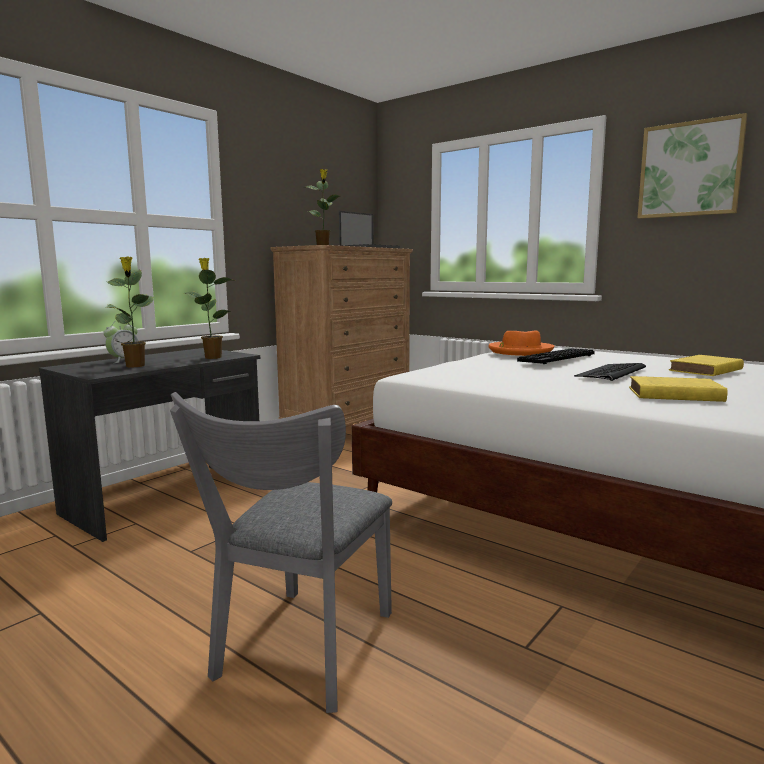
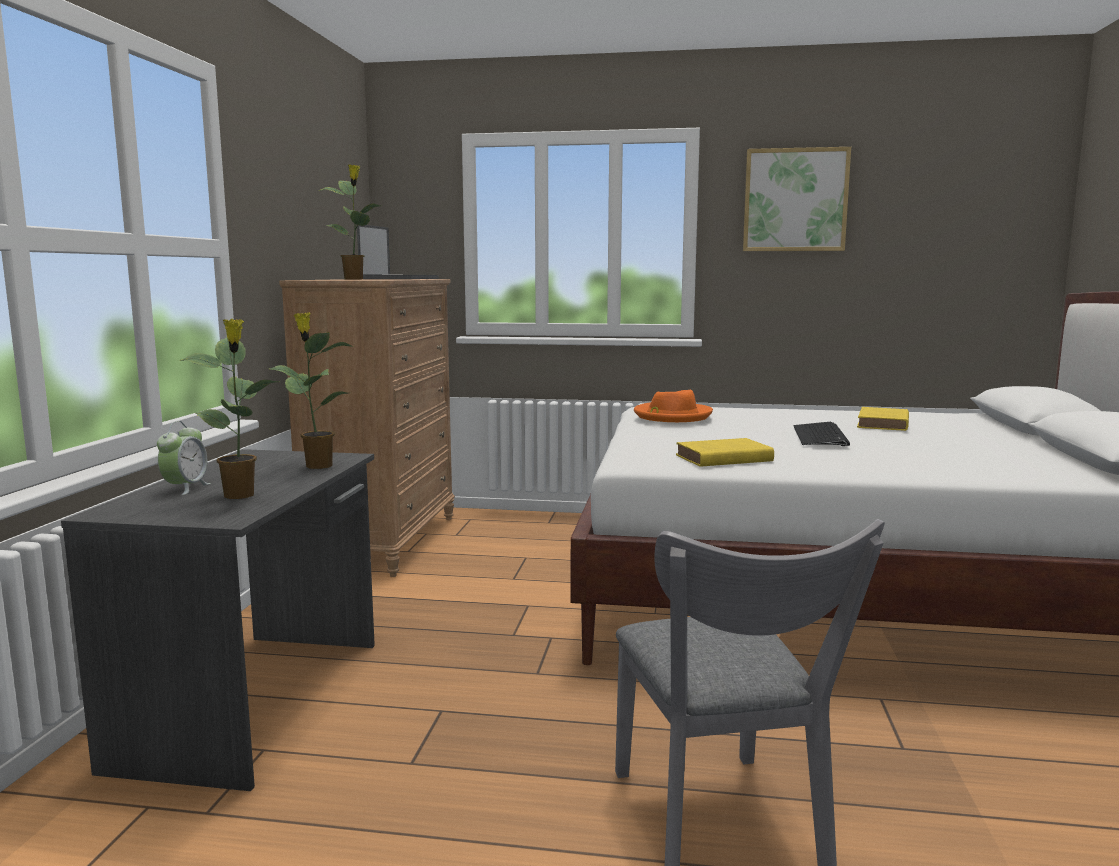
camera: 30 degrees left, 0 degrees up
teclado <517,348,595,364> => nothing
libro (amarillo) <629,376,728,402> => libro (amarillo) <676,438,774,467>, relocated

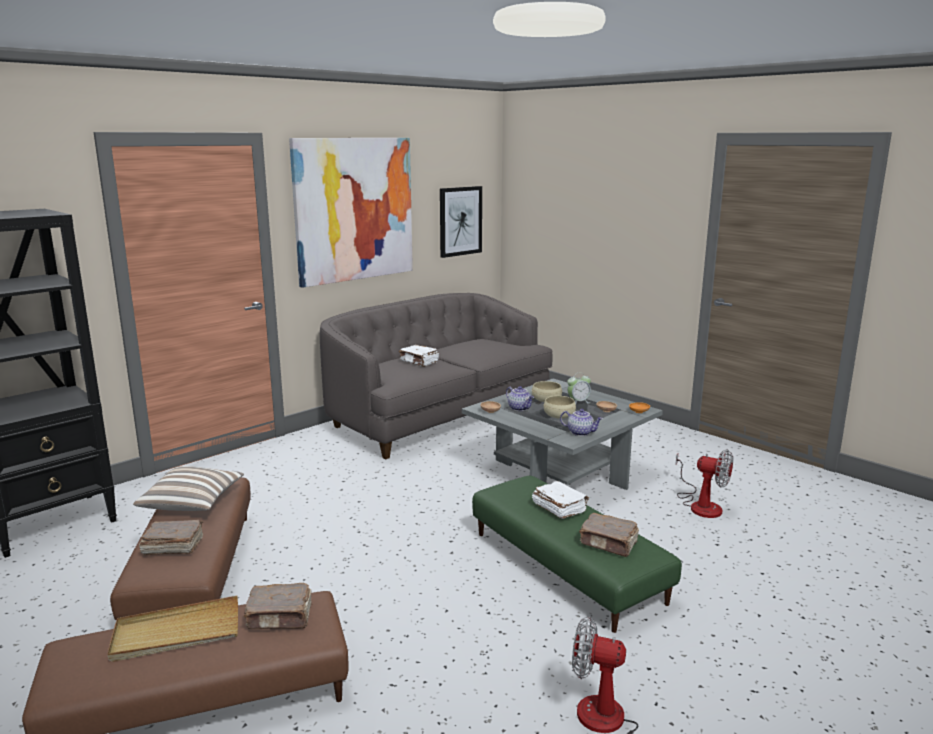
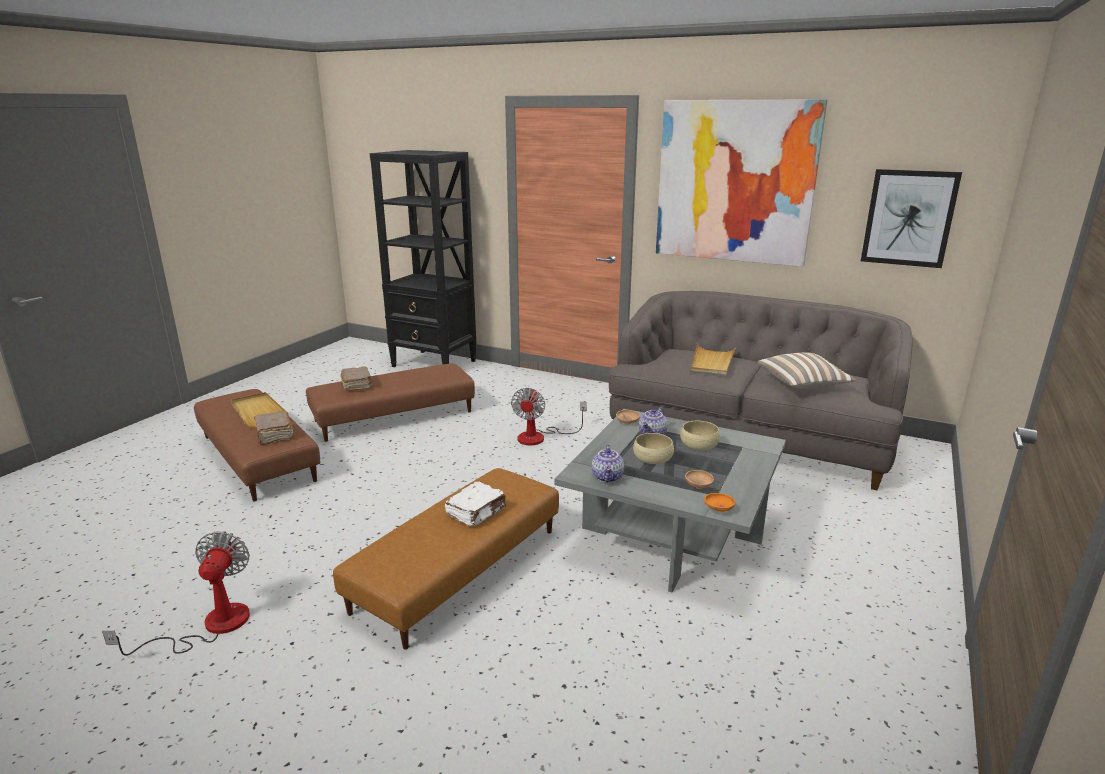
camera: 70 degrees right, 5 degrees up
cojín <133,466,244,511> => cojín <757,352,856,389>, relocated
libro (blanco) <399,345,439,367> => bandeja (beis) <691,344,736,376>
puf (verde) <472,476,682,633> => puf (marrón) <333,468,559,649>
despertador <567,372,591,404> => nothing
libro (marrón) <579,513,639,557> => nothing
ventilador <675,449,733,518> => ventilador <511,388,587,445>, relocated

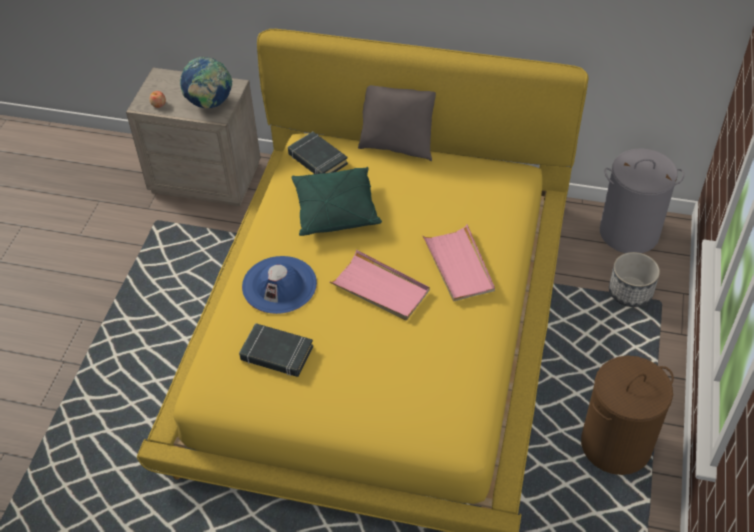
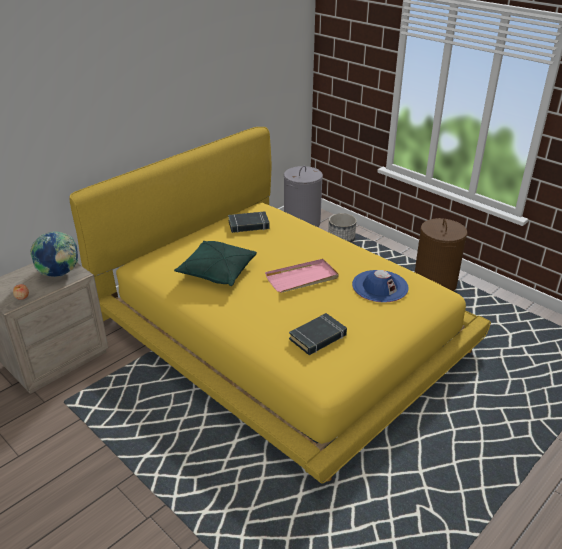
camera: 60 degrees left, 15 degrees down
sombrero (azul) <242,256,317,314> => sombrero (azul) <352,270,409,302>, relocated
libro (negro) <288,132,348,174> => libro (negro) <228,211,270,233>, relocated
cojín (gris) <358,85,436,161> => nothing
bandeja (rosa) <422,224,495,302> => nothing

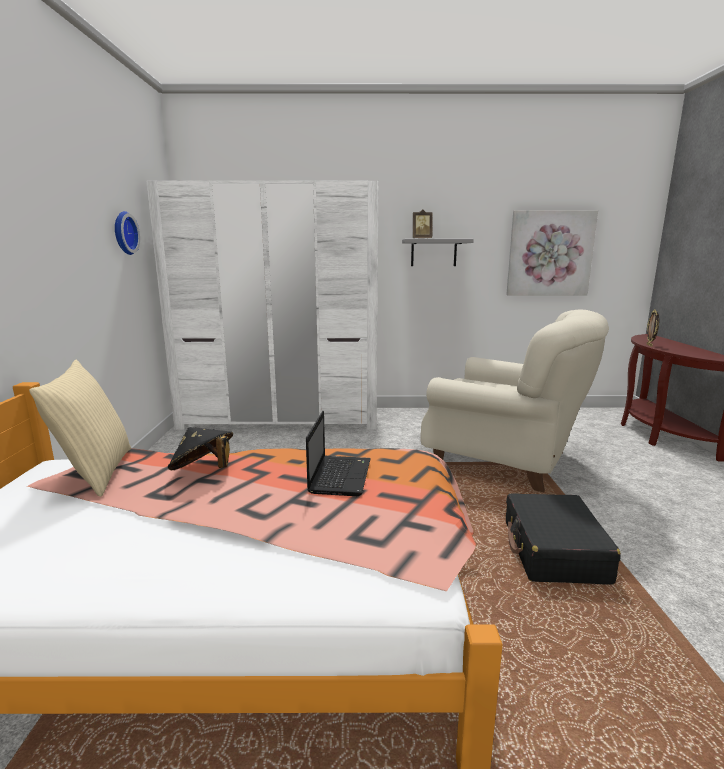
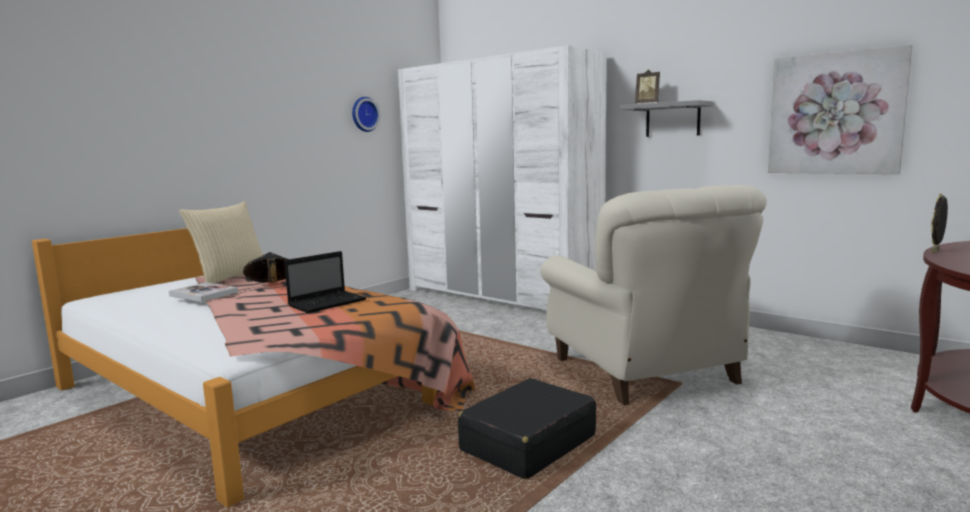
camera: 40 degrees right, 5 degrees down
nothing => libro <169,282,238,302>

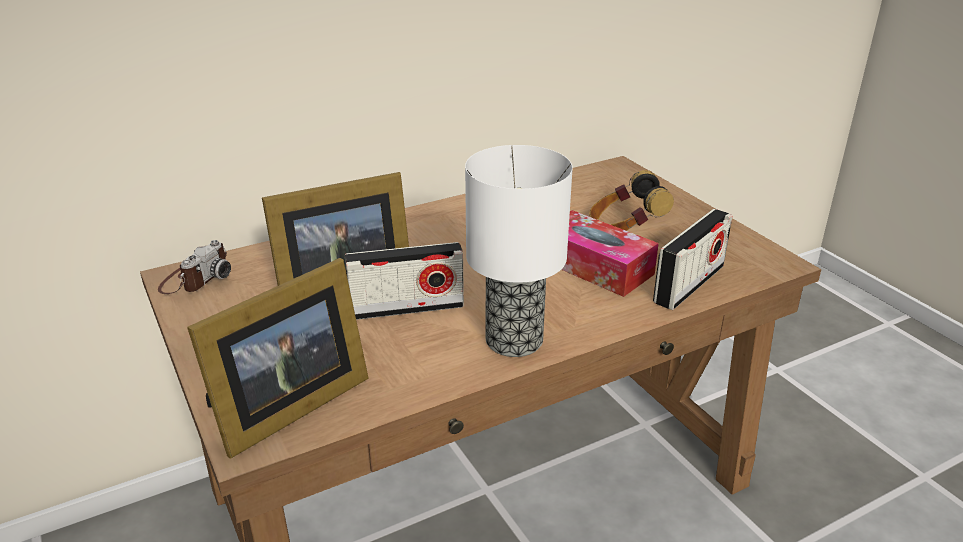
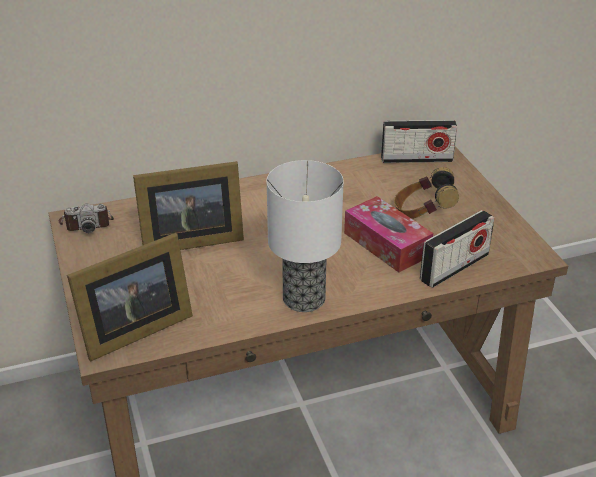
camera: 10 degrees right, 5 degrees up
cámara <158,240,231,294> => cámara <59,203,114,233>, 45 degrees clockwise
radio <345,242,464,320> => radio <381,120,457,163>, relocated

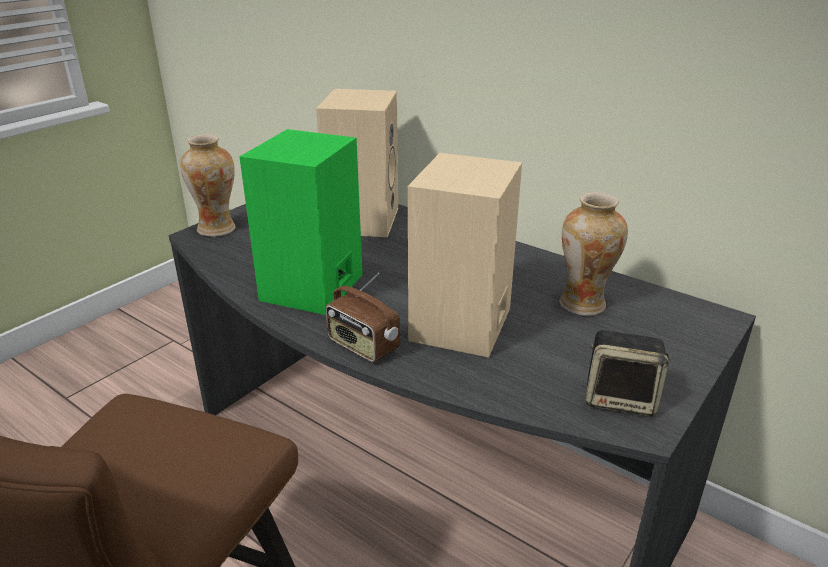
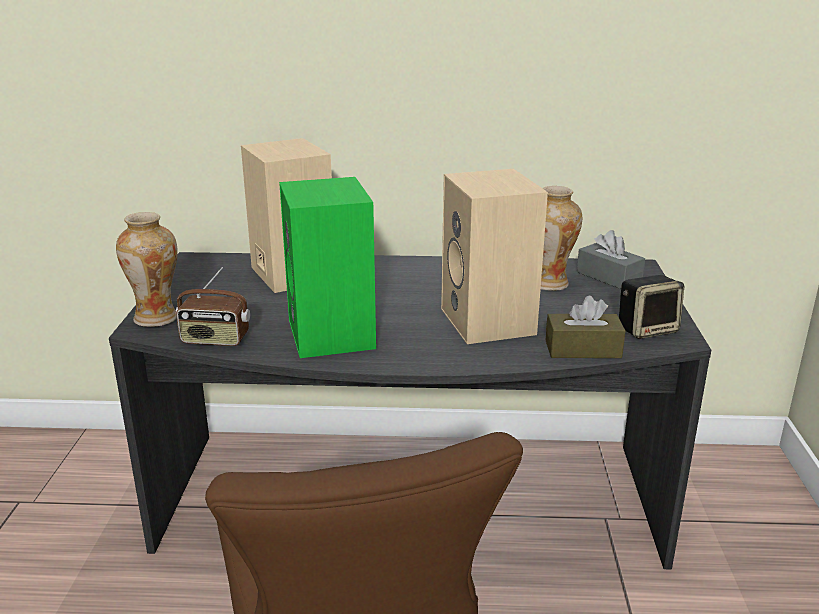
camera: 35 degrees left, 5 degrees down
radio <326,273,400,363> => radio <176,267,250,346>, relocated
nothing => caja de pañuelos (marrón) <546,295,626,358>
nothing => caja de pañuelos (gris) <577,230,645,289>

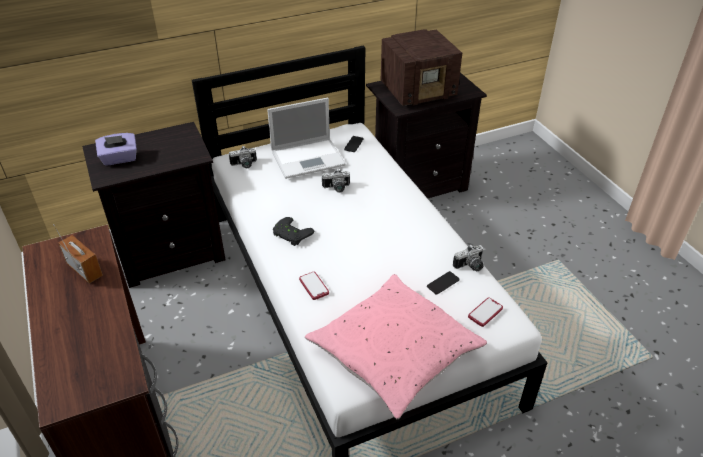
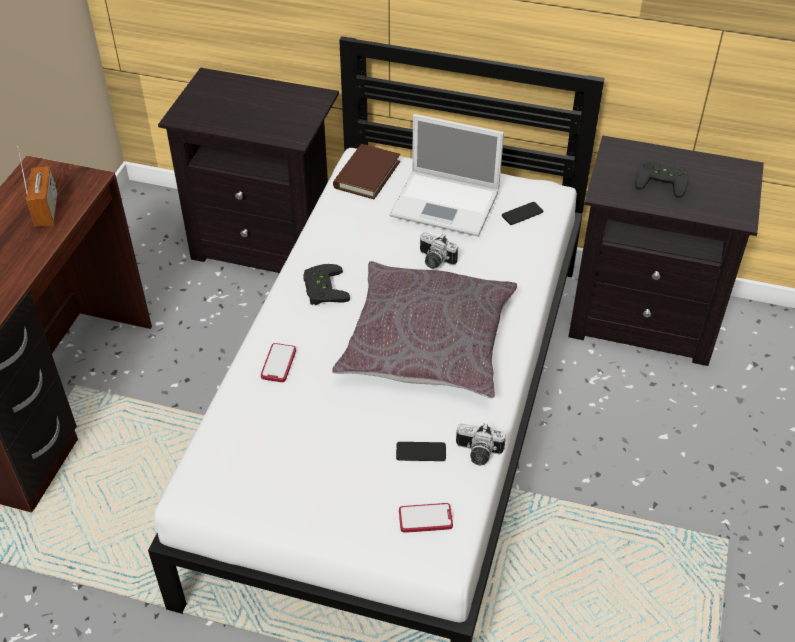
camera: 40 degrees right, 5 degrees up
caja de pañuelos (morado) <95,133,137,166> => nothing
cámara <229,146,257,168> => libro (marrón) <333,144,400,199>
cojín (rosa) <305,274,487,419> => nothing
radio <381,29,462,106> => mando de consola (negro) <635,161,688,198>
nothing => cojín (gris) <332,261,517,399>

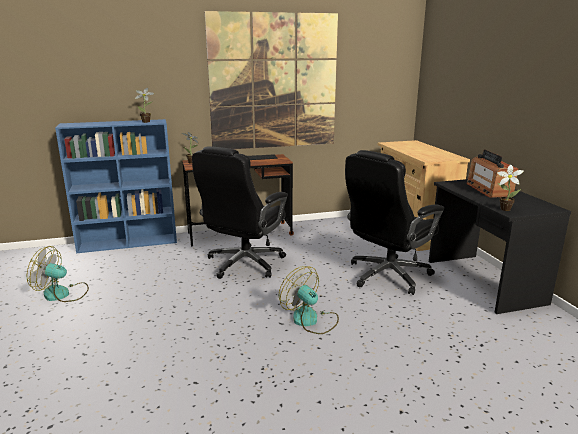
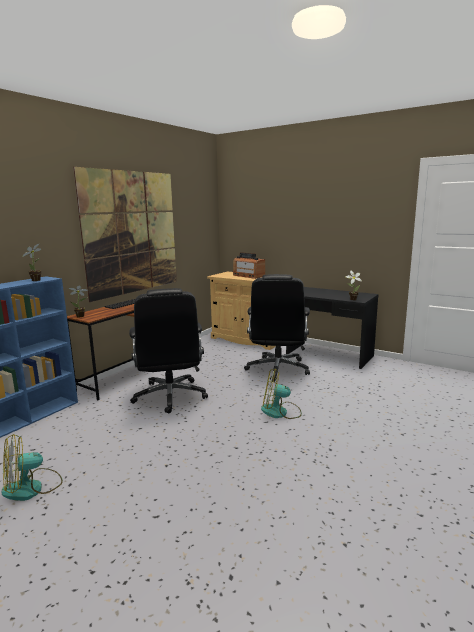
camera: 40 degrees left, 5 degrees down
radio <466,149,518,198> => radio <233,252,265,279>, relocated

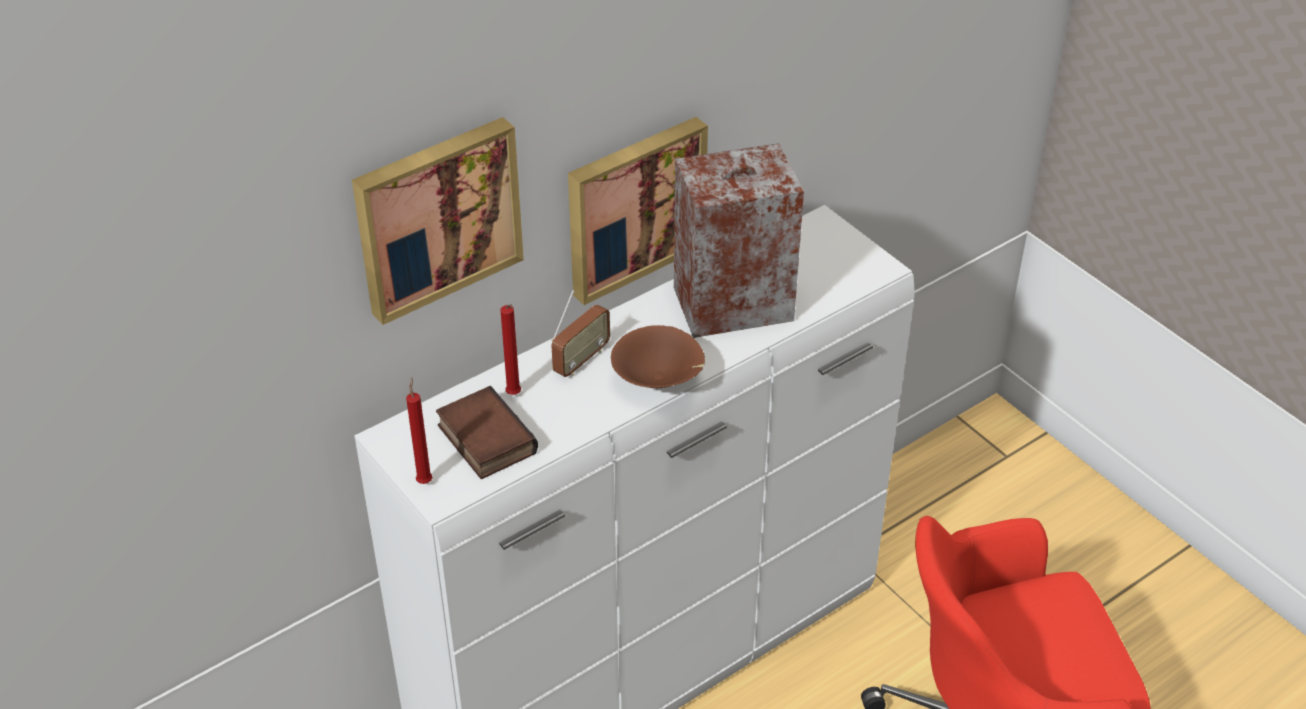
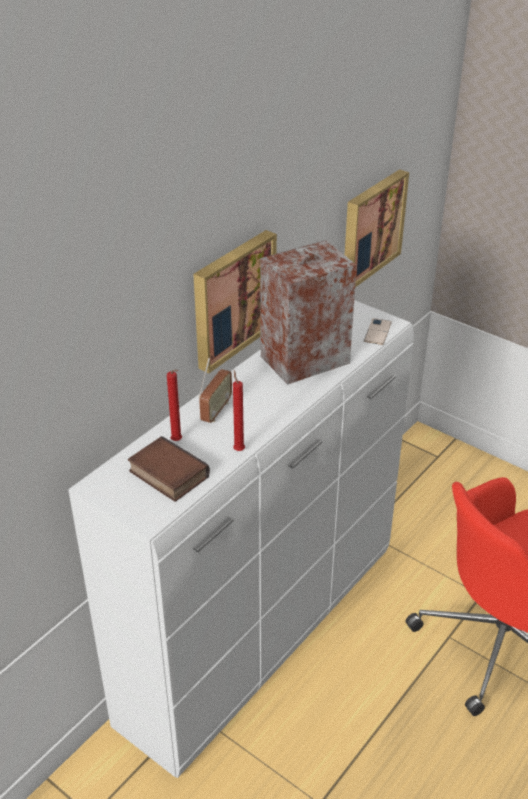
camera: 15 degrees left, 5 degrees down
cuadro <352,117,524,325> => cuadro <345,169,409,287>, relocated
vela (rojo) <406,377,433,484> => vela (rojo) <233,370,245,451>, relocated
cuenco (marrón) <611,325,705,388> => nothing
nothing => móvil <364,318,392,345>

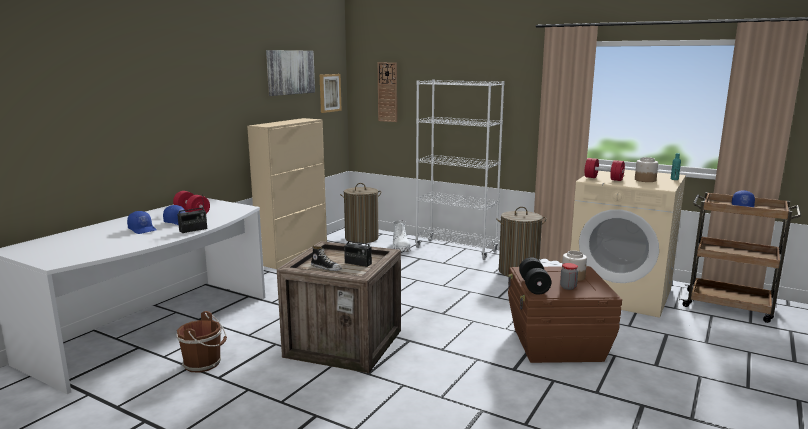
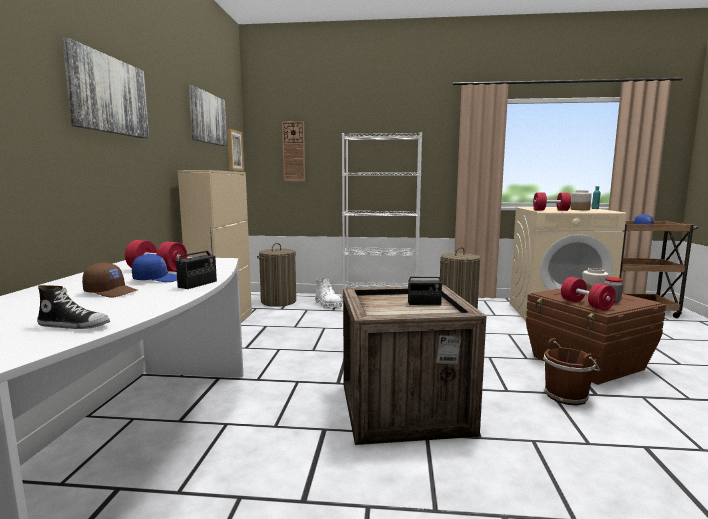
camera: 25 degrees left, 5 degrees down
gorra (azul) <127,211,156,234> => gorra (marrón) <82,262,137,297>
cubo (marrón) <176,311,227,373> => cubo (marrón) <543,338,600,406>, relocated
zapato <311,246,342,271> => zapato <37,285,110,329>, relocated
mancuerna (negro) <519,257,551,295> => mancuerna (rojo) <561,277,616,311>
nothing => cuadro <62,38,149,138>

